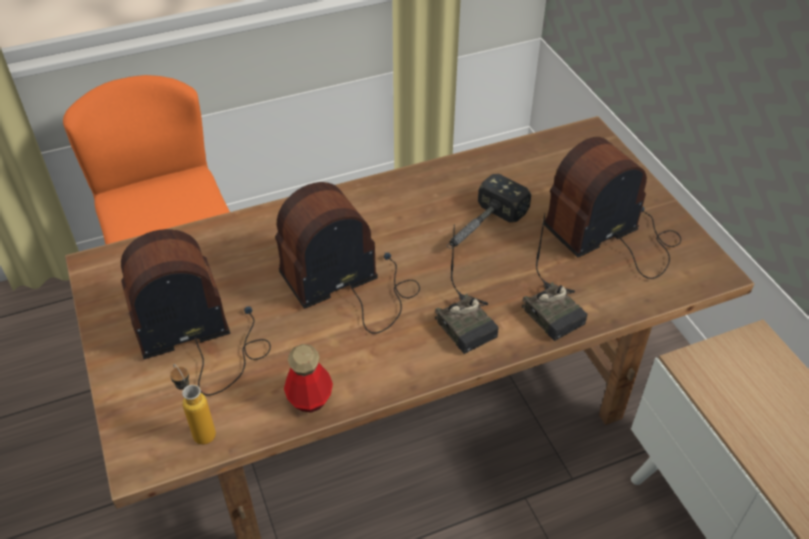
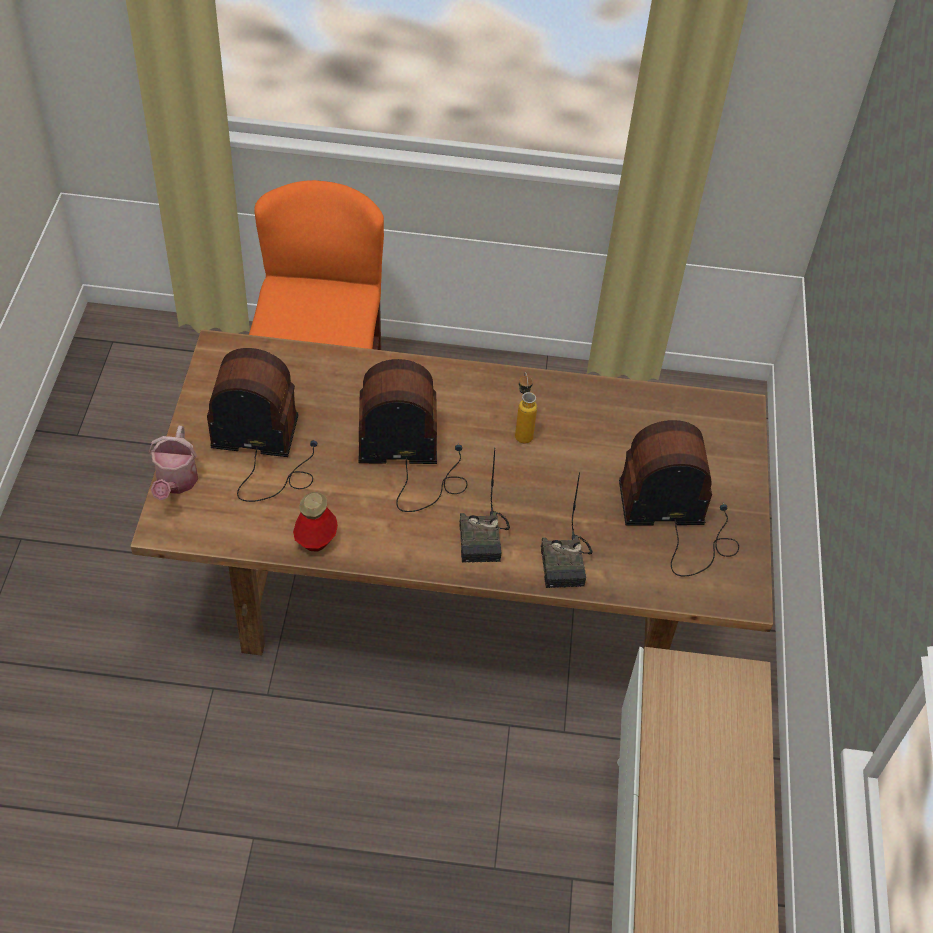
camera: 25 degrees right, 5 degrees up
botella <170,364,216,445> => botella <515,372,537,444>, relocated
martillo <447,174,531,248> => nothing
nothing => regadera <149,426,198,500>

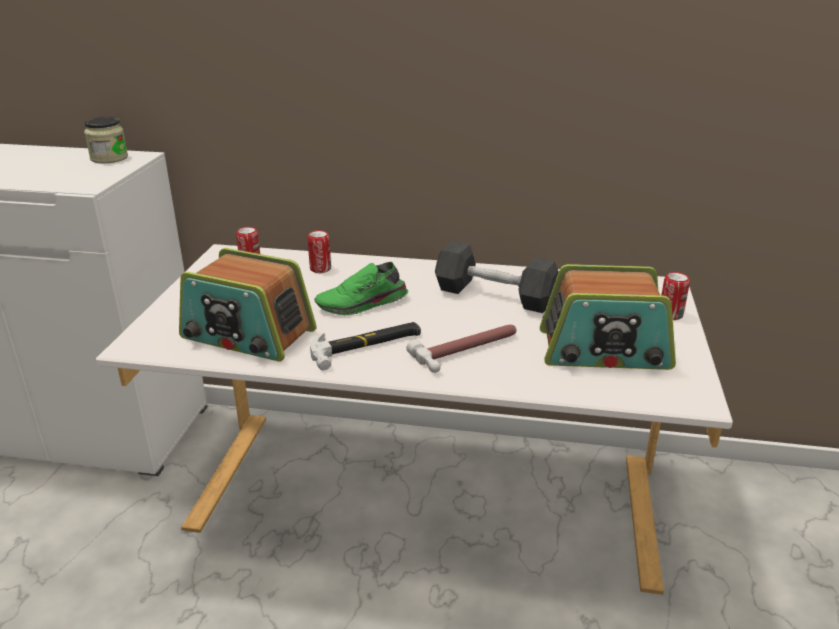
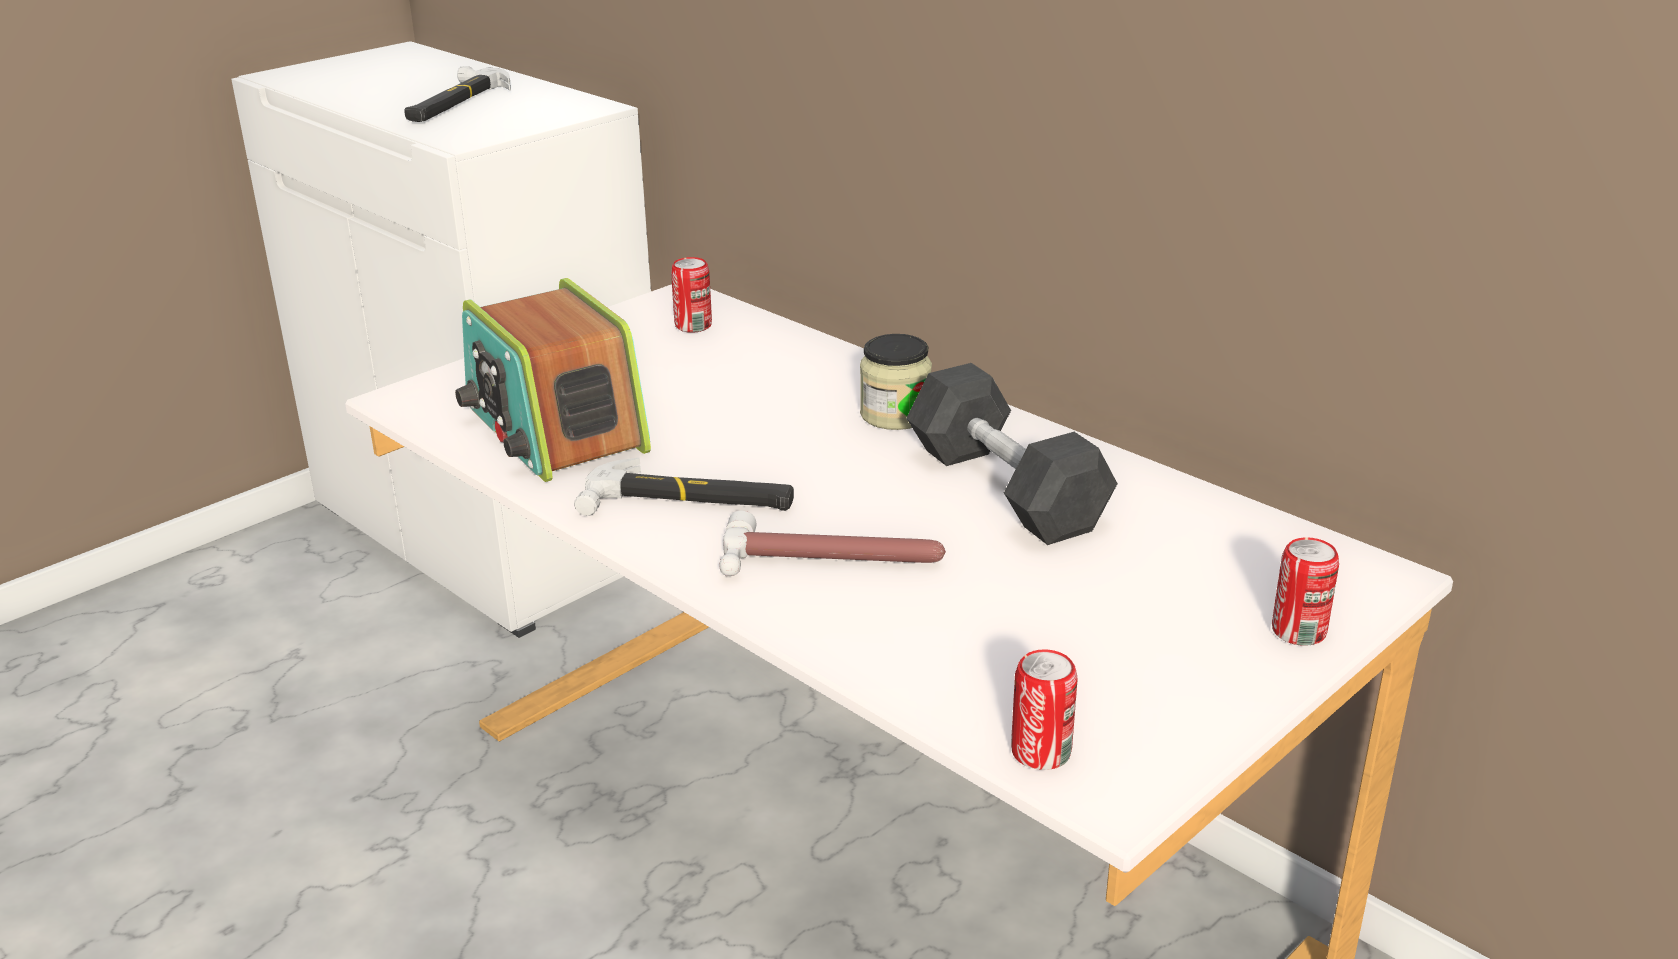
camera: 35 degrees right, 0 degrees up
tarro <84,117,128,164> => tarro <860,334,932,430>, relocated
lata <308,230,331,273> => lata <1011,650,1078,770>, relocated
zapato (verde) <314,262,408,315> => nothing
radio <540,264,676,370> => nothing
nothing => martillo <404,66,511,122>

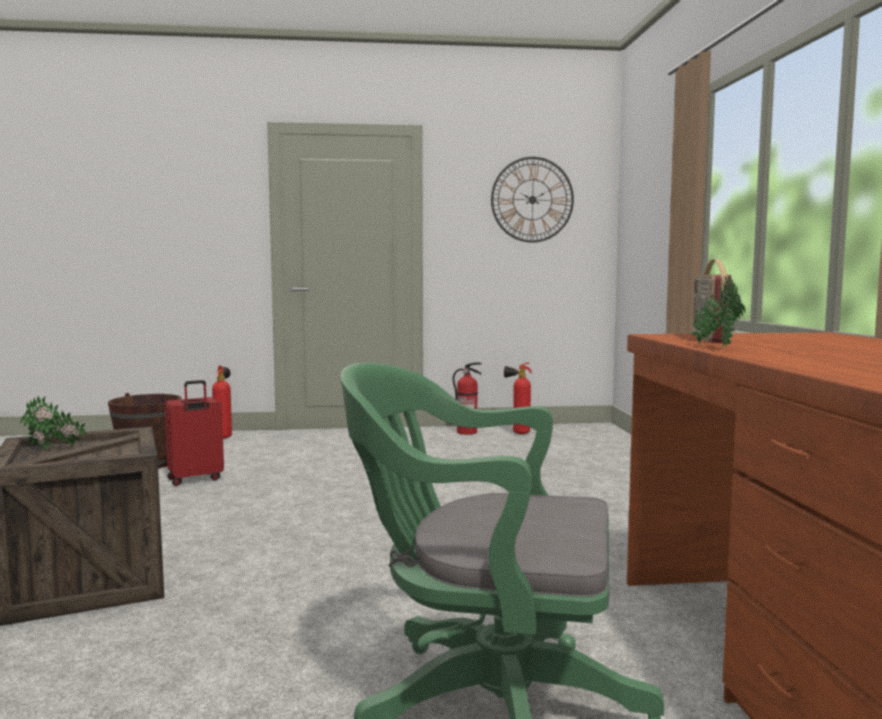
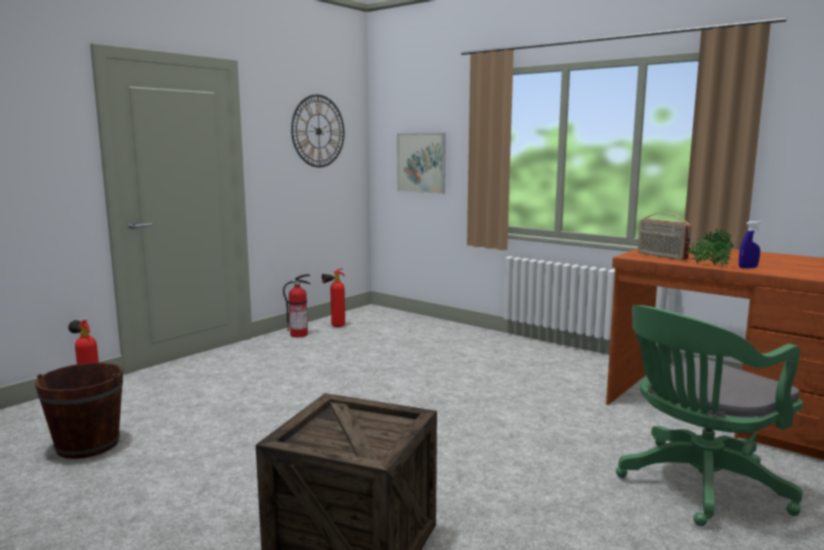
camera: 45 degrees left, 5 degrees up
planta en maceta <20,395,87,451> => nothing
maleta (rojo) <164,380,224,486> => nothing
nothing => cuadro <397,133,446,194>
nothing => pulverizador (azul) <739,221,761,268>

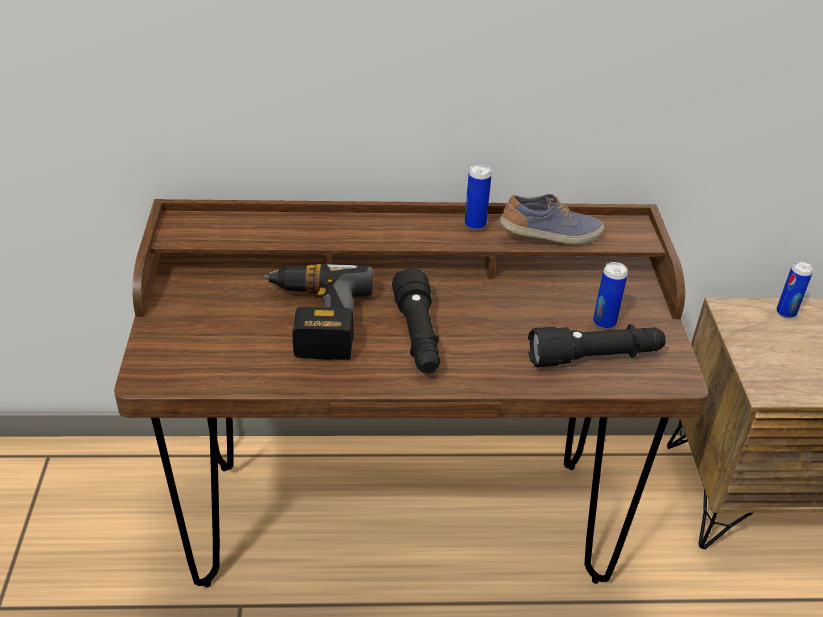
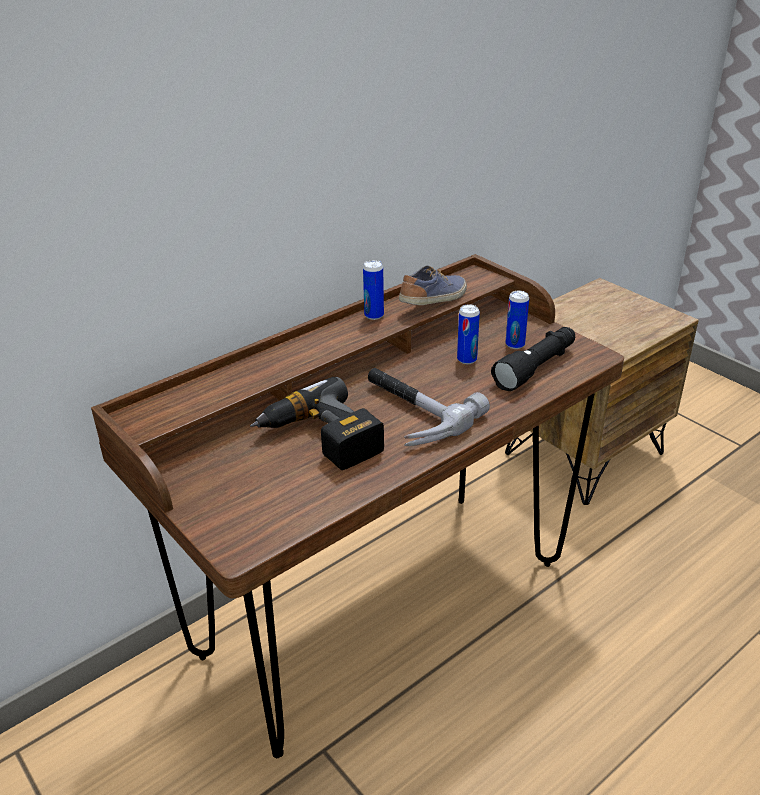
camera: 35 degrees left, 5 degrees down
linterna (negro) <392,268,440,374> => martillo <368,368,490,446>
lata <777,261,813,318> => lata <457,304,480,364>, relocated

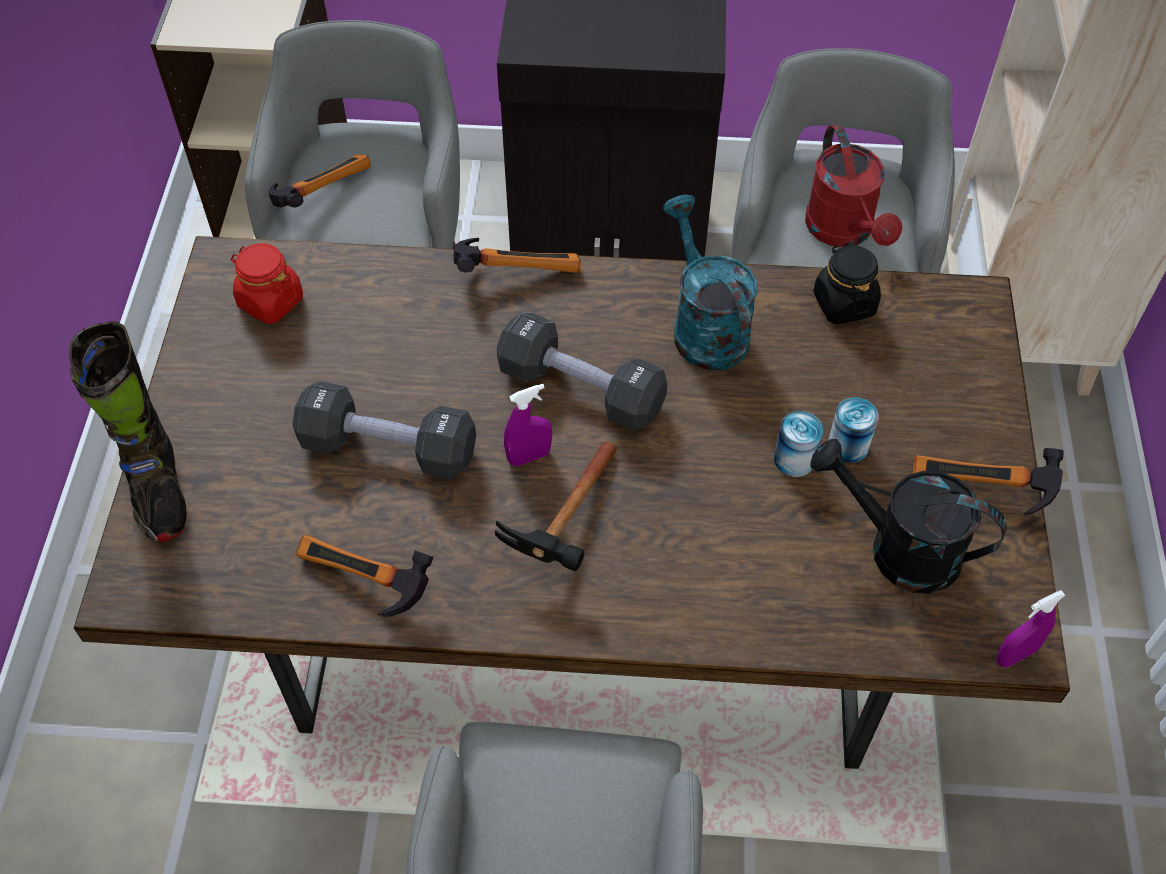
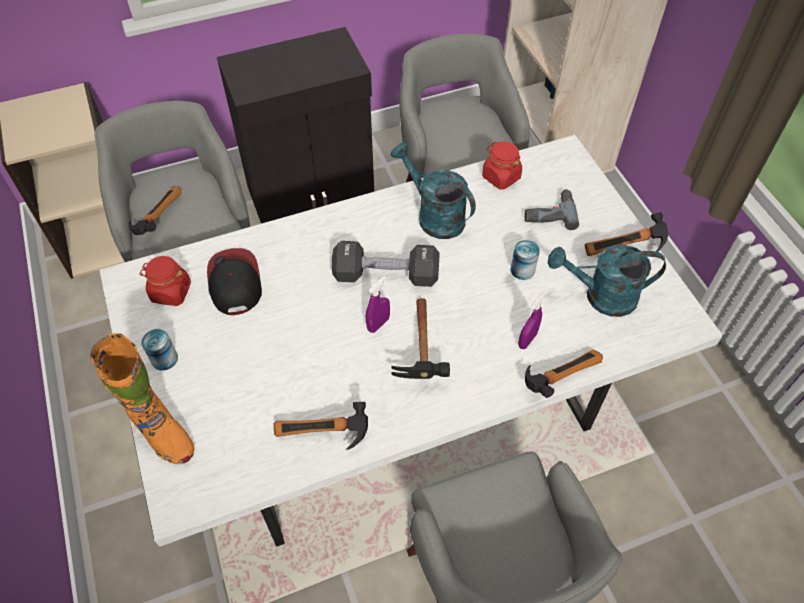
camera: 25 degrees left, 0 degrees up
bota (negro) <69,321,187,542> => bota (naranja) <90,333,195,464>
mesa de comedor (marrón) <74,236,1070,769> => mesa de comedor (blanco) <99,135,723,546>
mancuerna (negro) <293,381,476,480> => nothing
martillo <454,238,581,273> => martillo <525,350,603,398>, relocated
regadera (rojo) <805,124,902,247> => nothing
regadera (negro) <810,439,1007,594> => regadera (turquesa) <548,245,666,317>
tarro (negro) <813,243,881,324> => tarro (rojo) <482,141,522,190>
lata <828,397,878,463> => lata <141,329,178,371>, relocated
pulverizador (morado) <997,590,1066,668> => pulverizador (morado) <518,295,544,349>, relocated
nothing => gorra <207,248,262,315>
nothing => taladro <525,189,579,230>

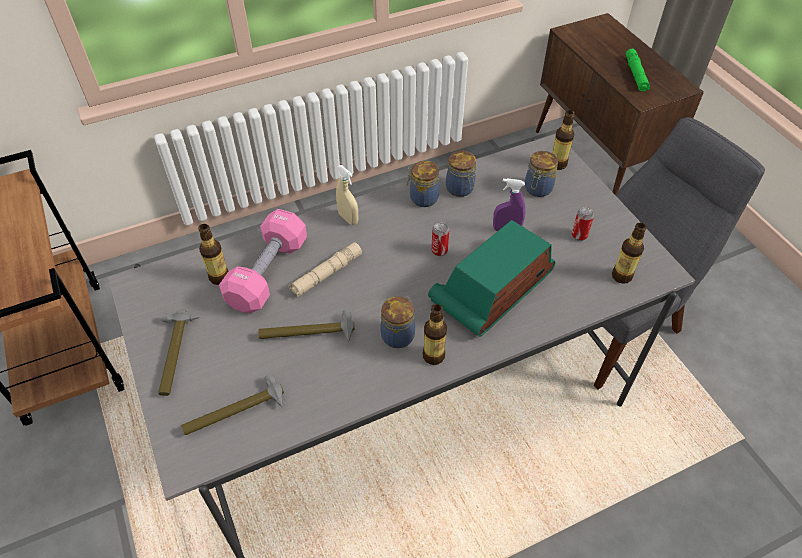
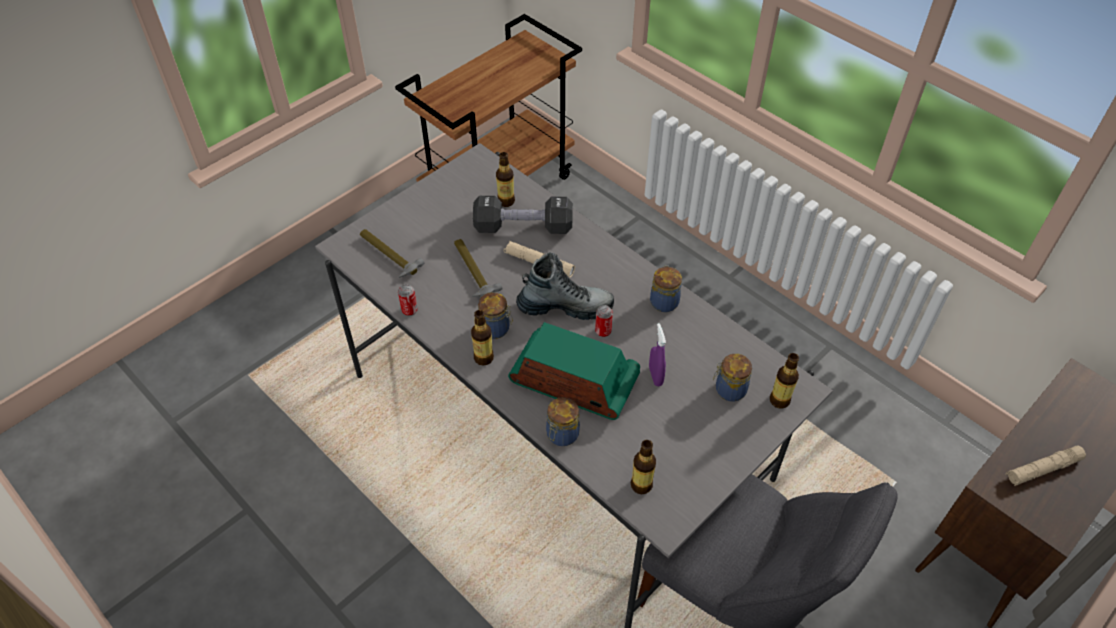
camera: 70 degrees right, 0 degrees up
martillo <158,310,200,396> => nothing
mancuerna (rosa) <219,209,307,313> => mancuerna (negro) <473,196,573,234>
pulverizador (beis) <336,165,358,225> => nothing
tarro <446,151,476,197> => tarro <546,397,580,446>, relocated
lata <572,207,594,241> => lata <398,284,418,316>, relocated
linterna (verde) <626,49,650,91> => linterna (beis) <1005,445,1086,486>
nothing => bota <516,252,614,320>

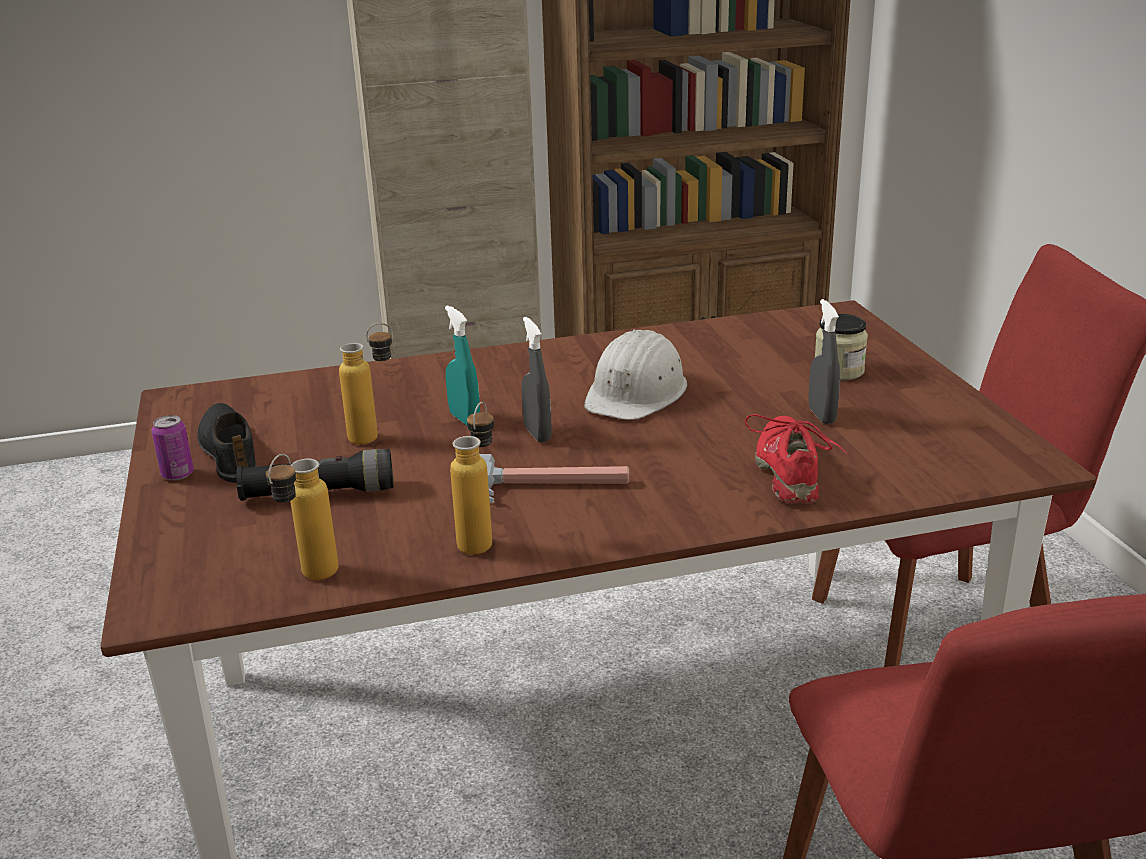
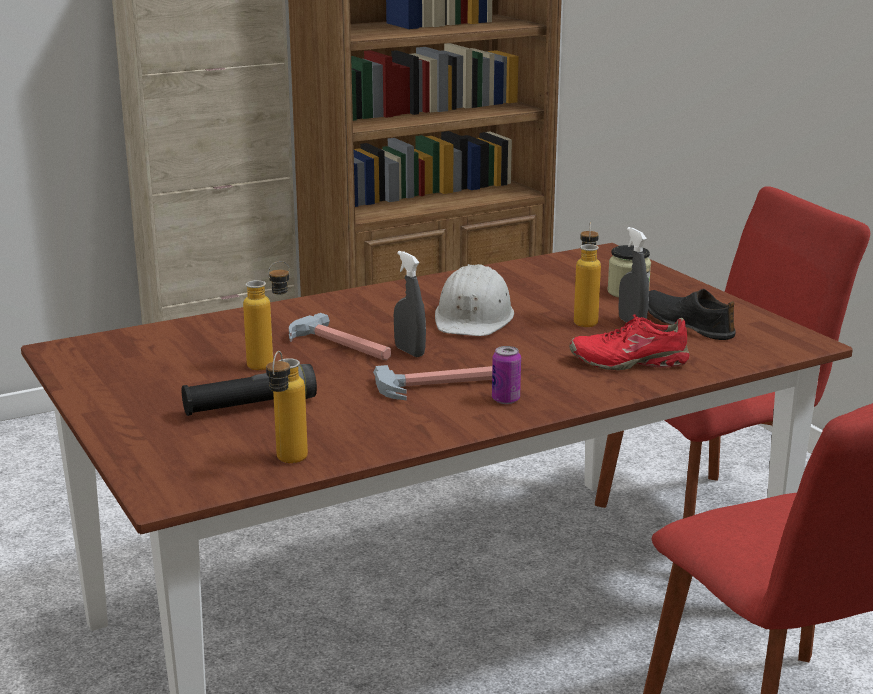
camera: 15 degrees left, 5 degrees down
lata <152,415,194,480> => lata <492,346,521,404>, relocated
zapato (negro) <197,403,257,483> => zapato (negro) <648,289,736,340>, relocated
pulverizador (turquesa) <445,305,480,425> => martillo <289,313,391,360>
botella <450,402,494,555> => botella <574,222,601,327>, relocated
zapato (rojo) <745,414,847,503> => zapato (rojo) <569,314,690,370>, 75 degrees counterclockwise

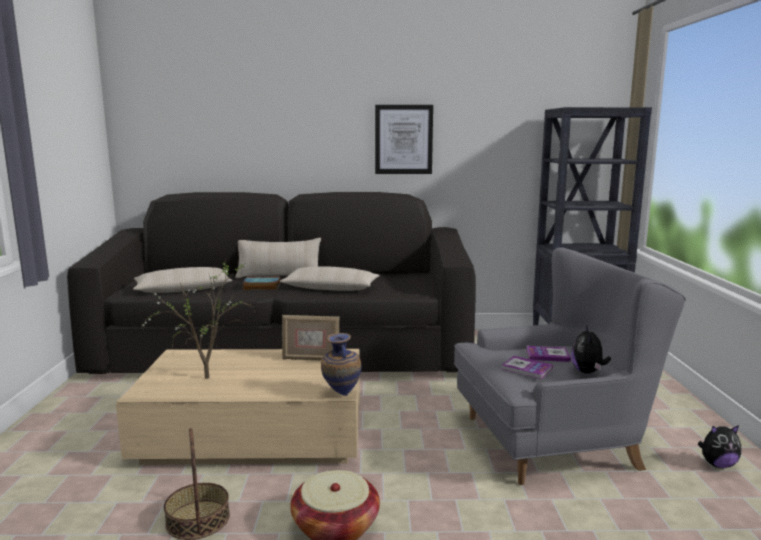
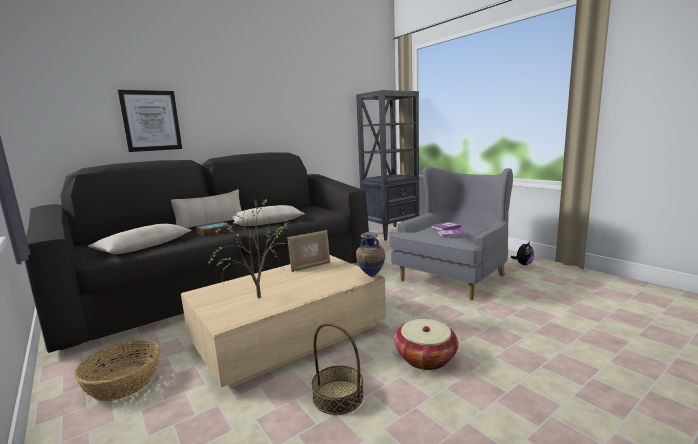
camera: 35 degrees left, 0 degrees up
cuadro <375,105,433,174> => cuadro <118,90,182,152>, relocated
peluche <571,325,611,374> => nothing
nothing => cesta <74,340,160,401>

